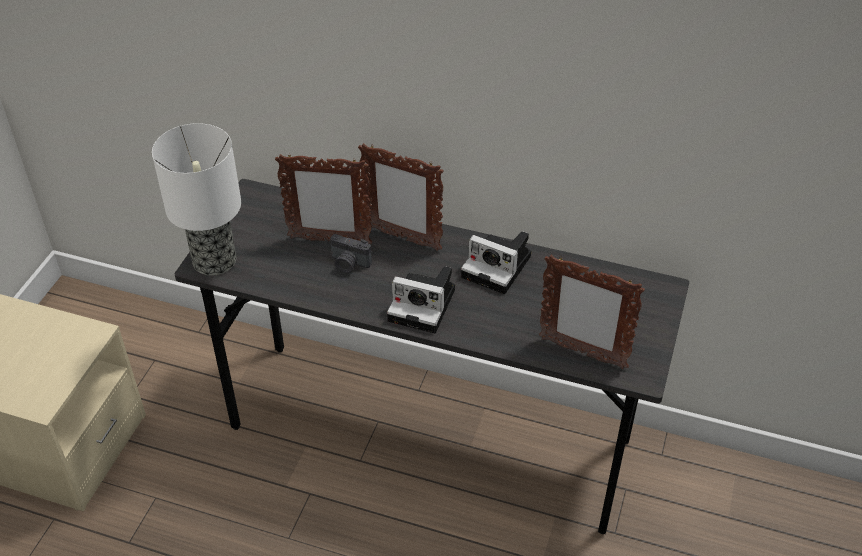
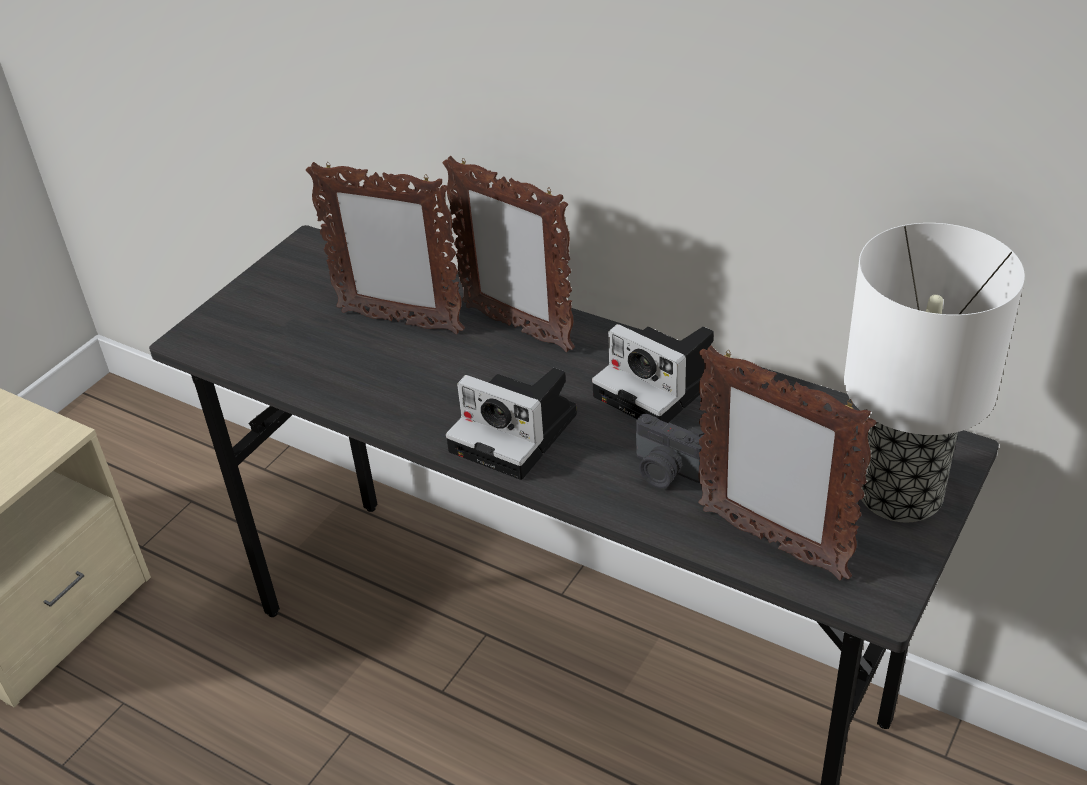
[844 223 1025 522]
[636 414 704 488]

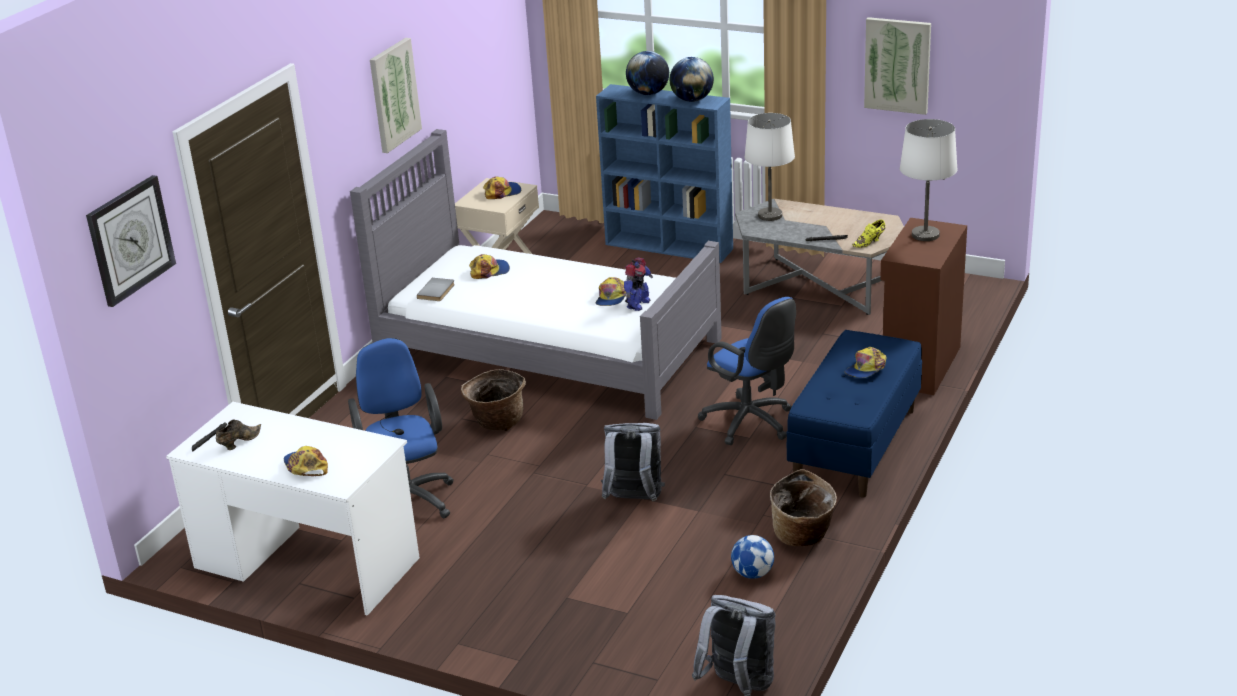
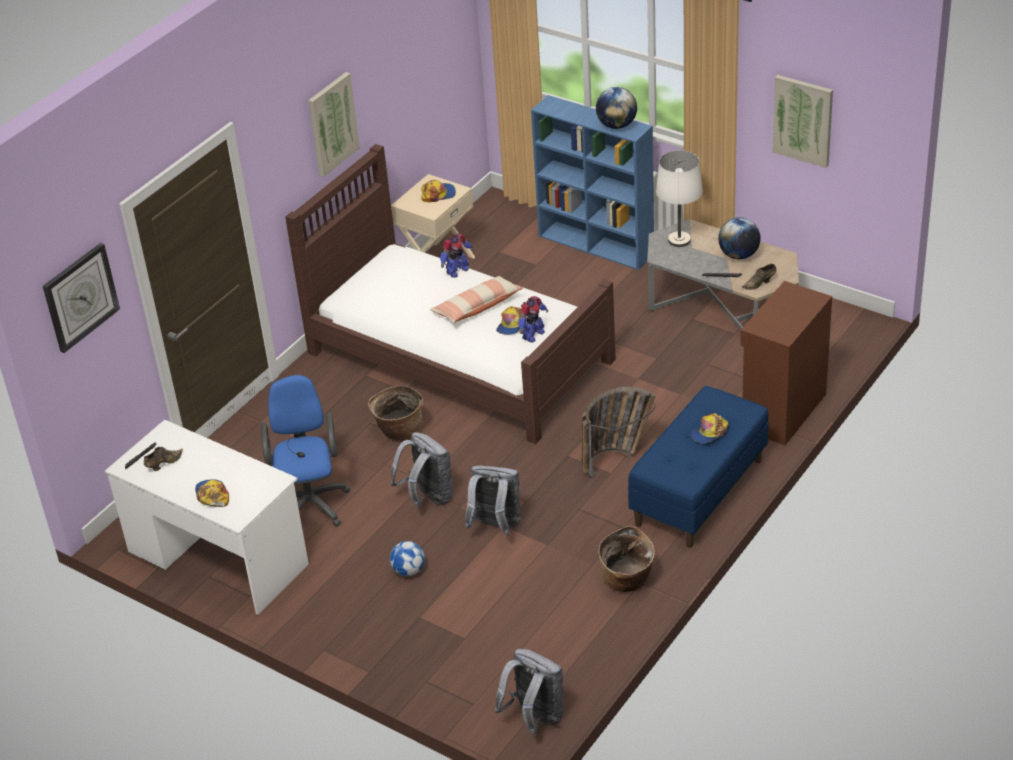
[285 144 616 444]
[417 278 455 301] (first image)
[469 254 510 279] (first image)
[718 217 761 259]
[582 387 656 479]
[390 541 425 576]
[742 264 776 290]
[900 119 958 241] (first image)
[390 432 453 508]
[430 276 523 323]
[440 233 474 278]

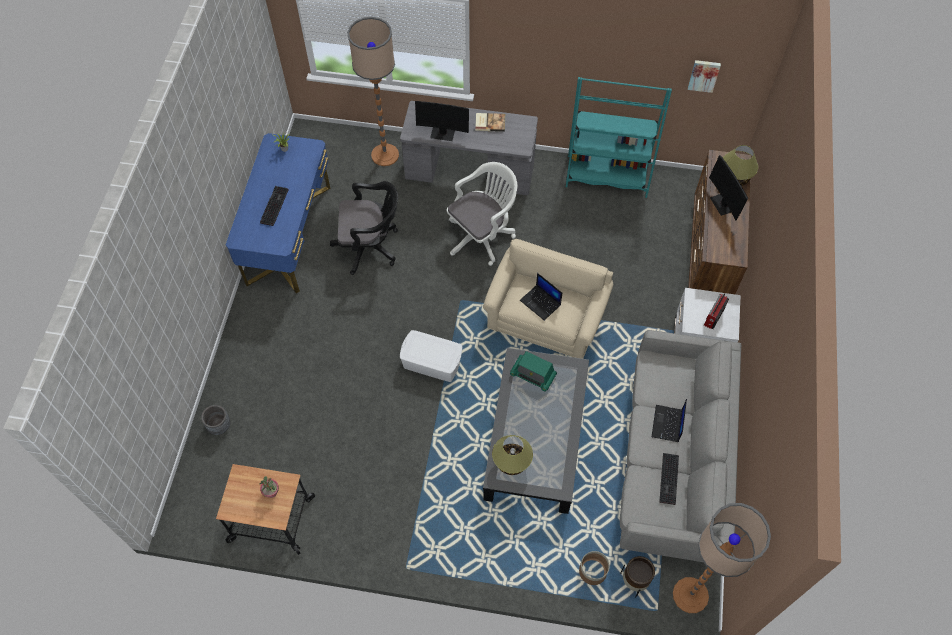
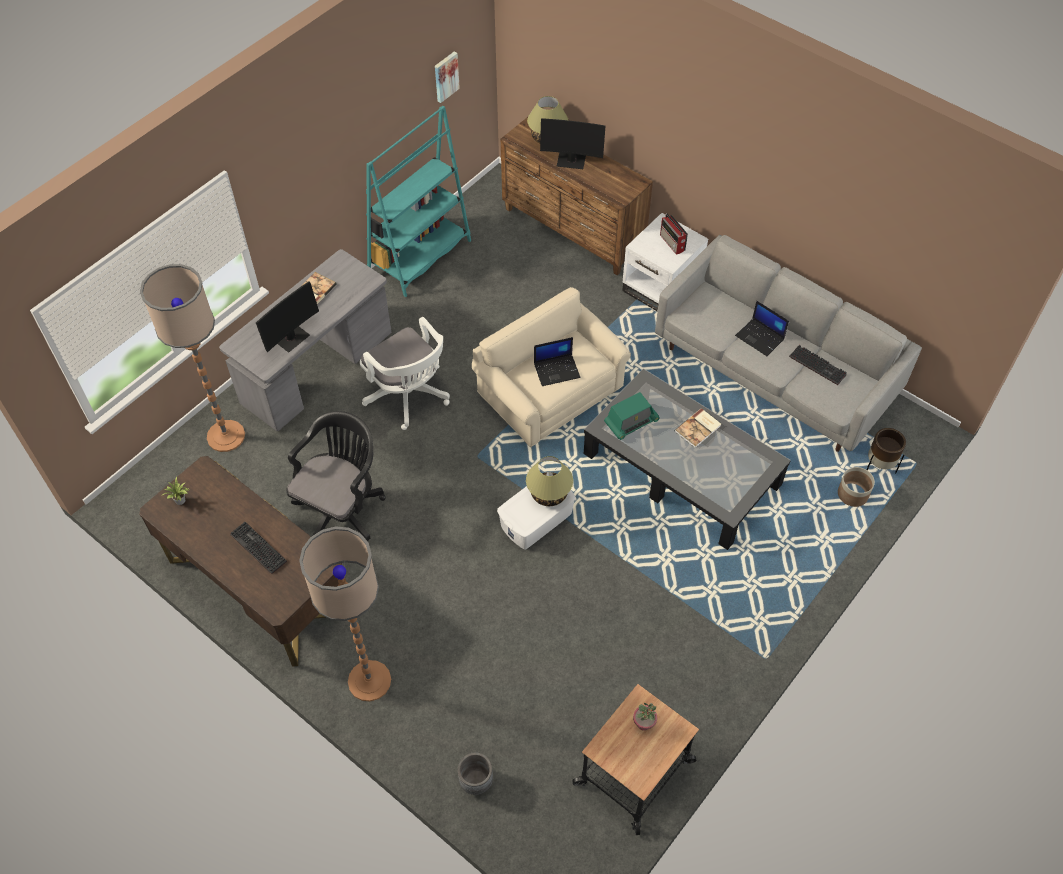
[139 456 342 667]
[360 317 450 430]
[526 456 573 506]
[299 526 391 701]
[675 408 721 448]

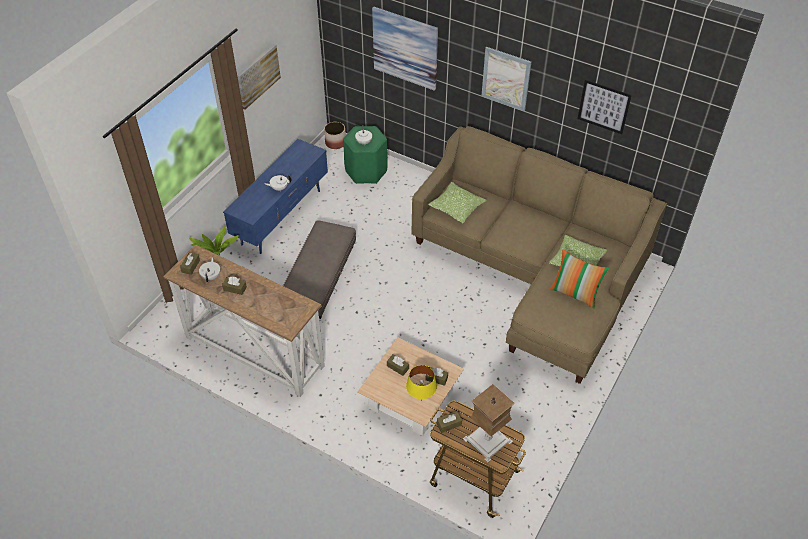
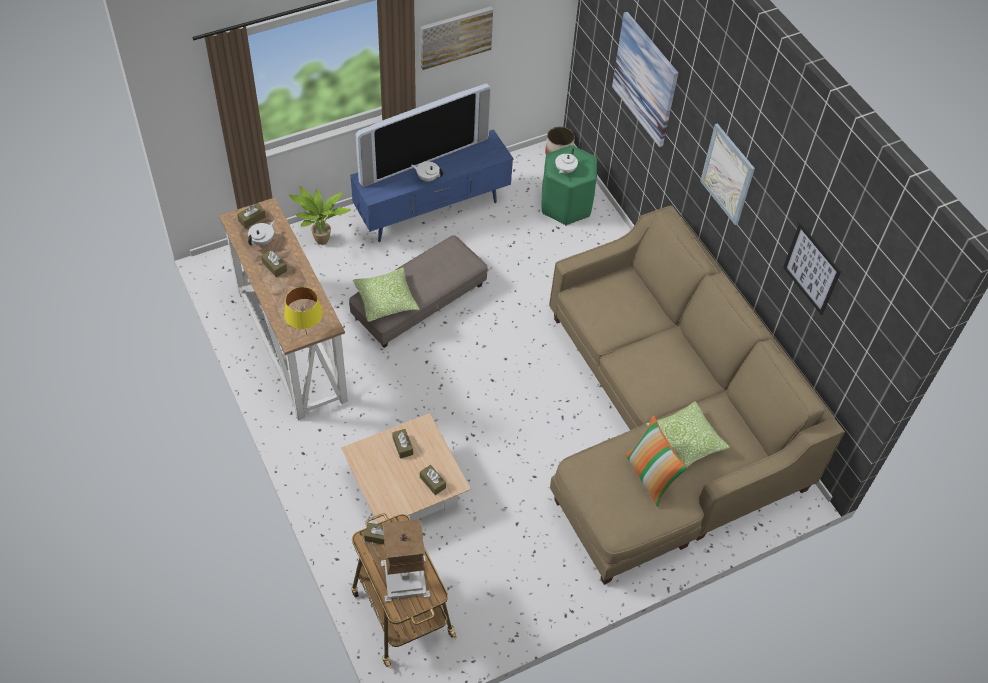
[284 287 323 335]
[353 267 420 322]
[356 83 491 187]

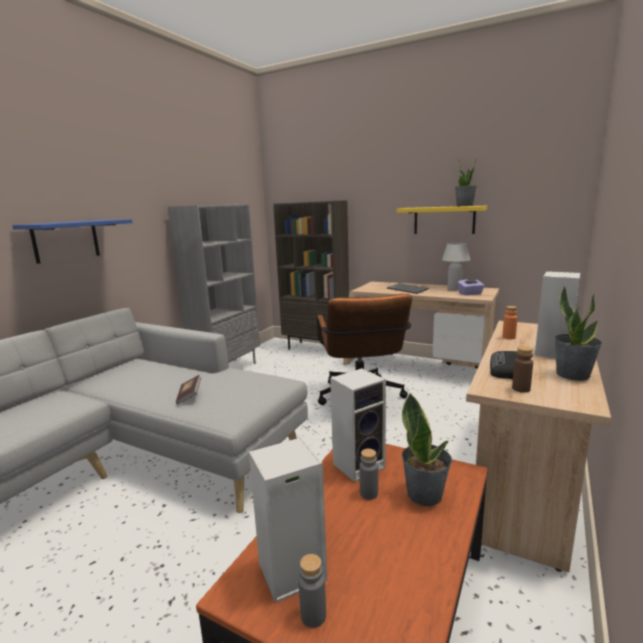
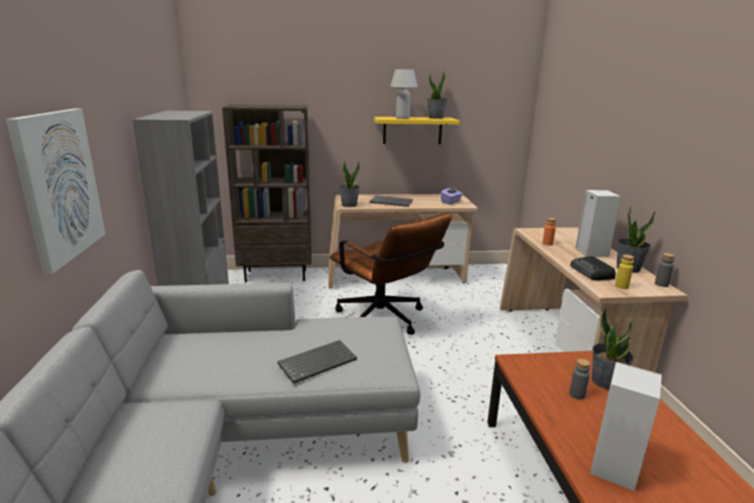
[6 109 105 274]
[277 340 357 384]
[655 253 675 287]
[330 368 386 482] (first image)
[390 69 418 119]
[615 255 634 289]
[339 161 360 207]

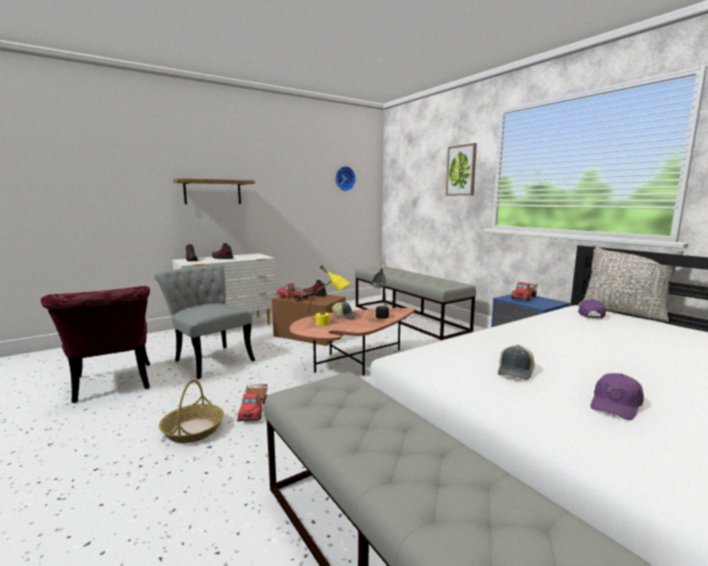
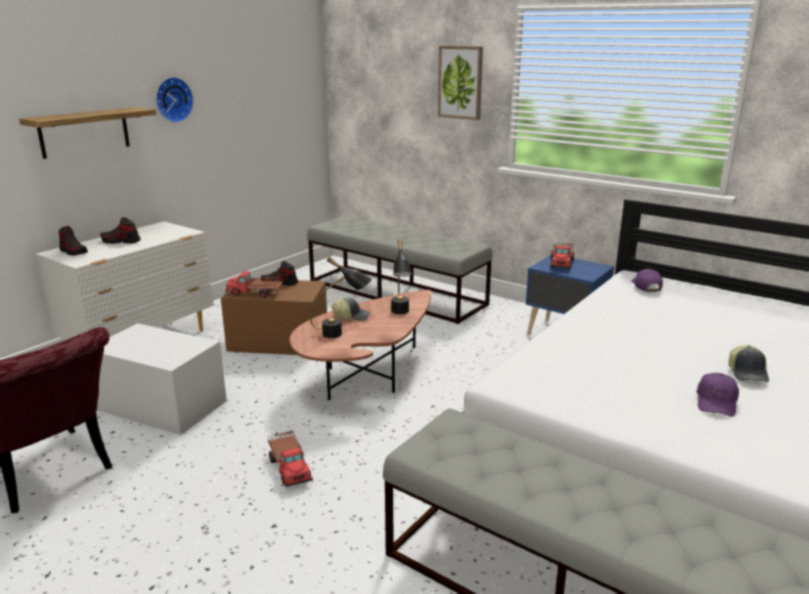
[97 323 227 435]
[159 380 224 443] (first image)
[310 257 372 338]
[156 77 194 123]
[728 345 769 382]
[578 244 684 322] (first image)

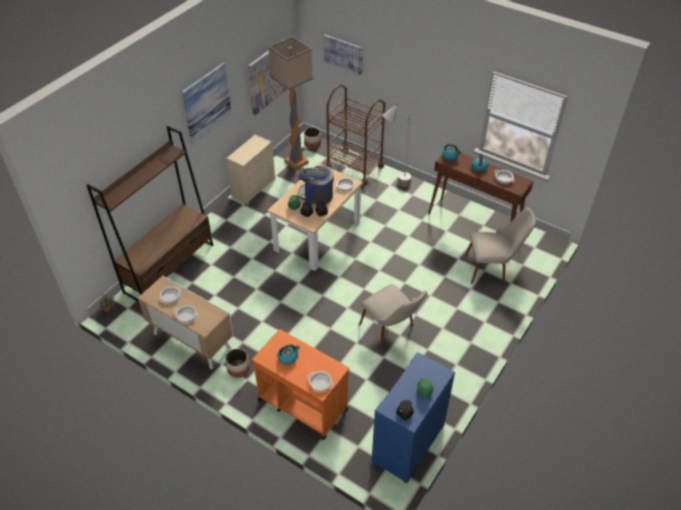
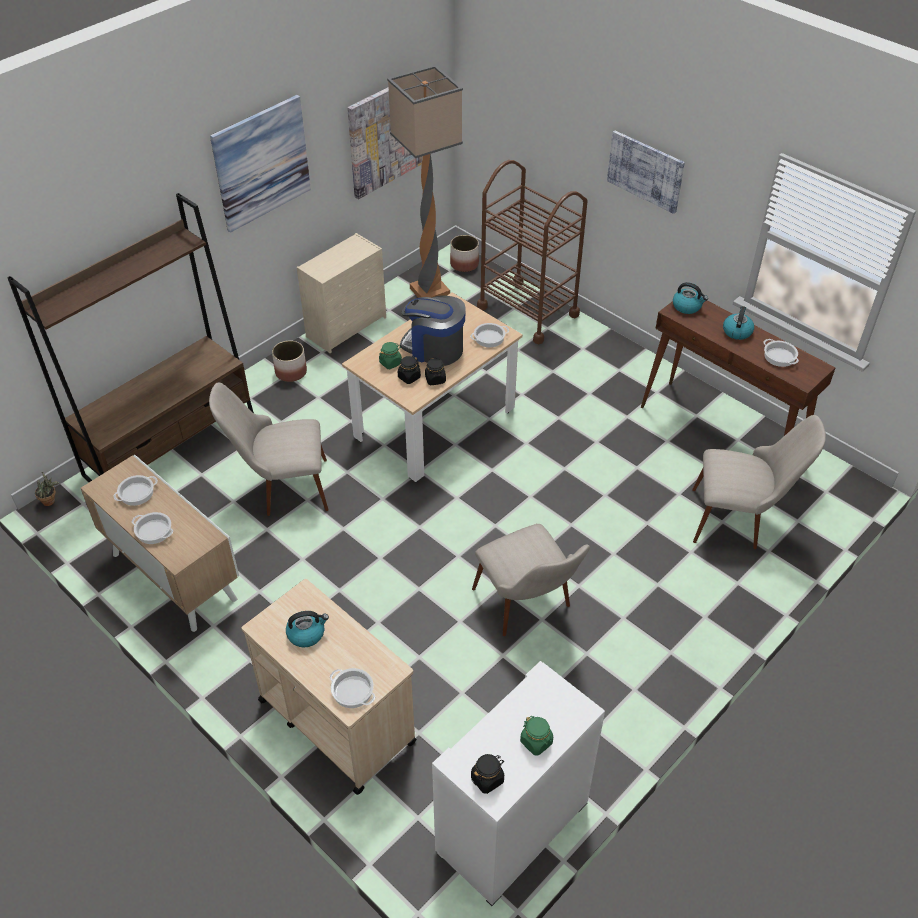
[272 340 307 382]
[242 579 417 795]
[607 131 685 214]
[432 661 605 906]
[382 105 416 187] (first image)
[209 382 329 516]

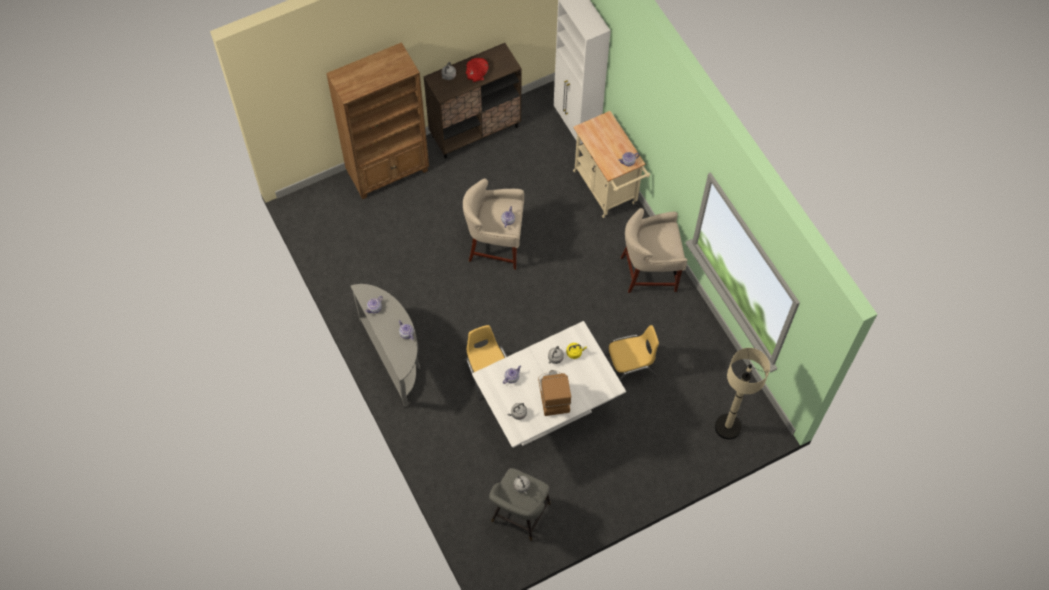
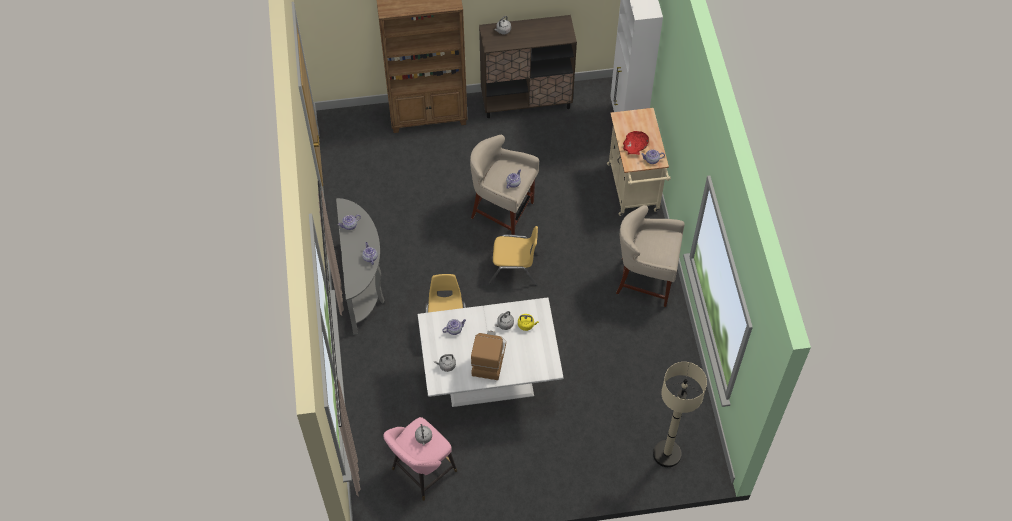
[623 131 649 155]
[383 417 457 501]
[489 226 538 285]

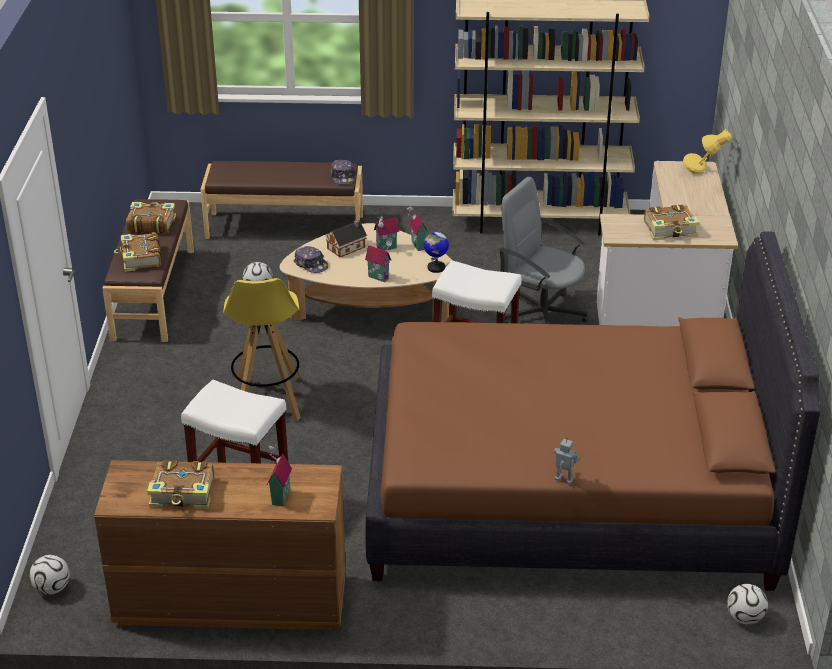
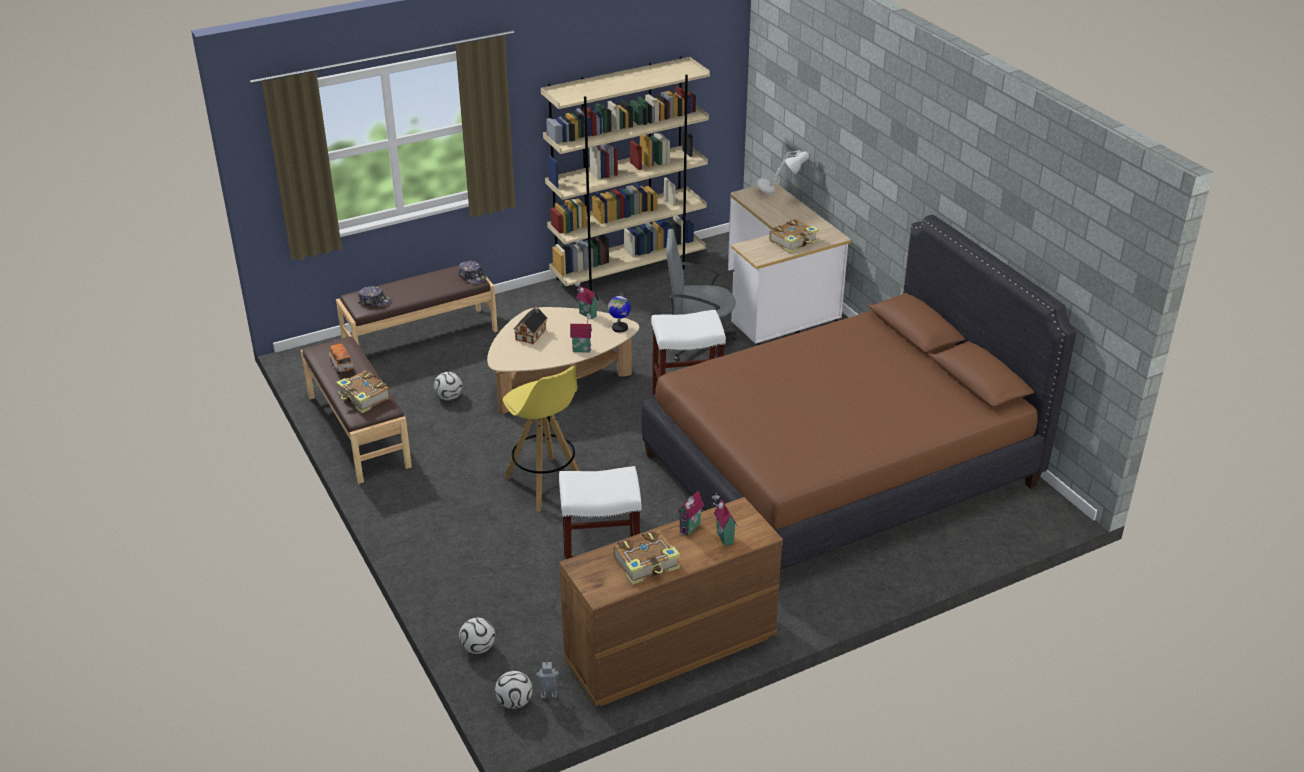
[328 344 354 374]
[358 286 391 307]
[677 491 704 536]
[537 661 559 699]
[756 150 809 195]
[459 618 495 654]

